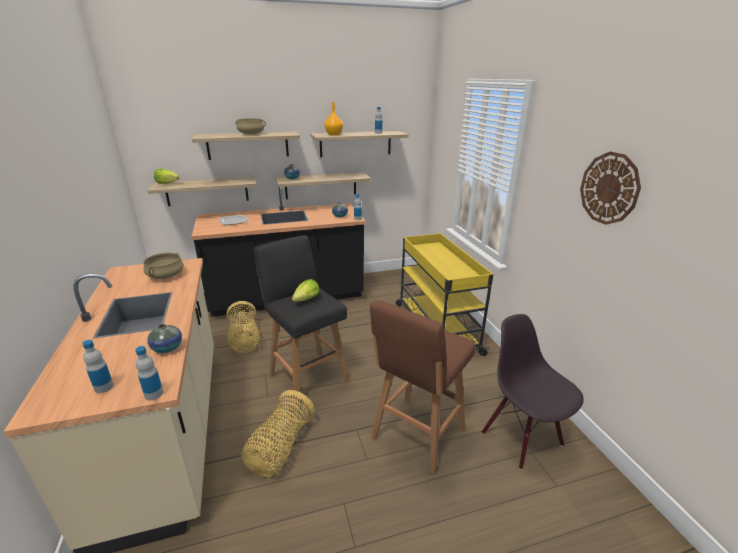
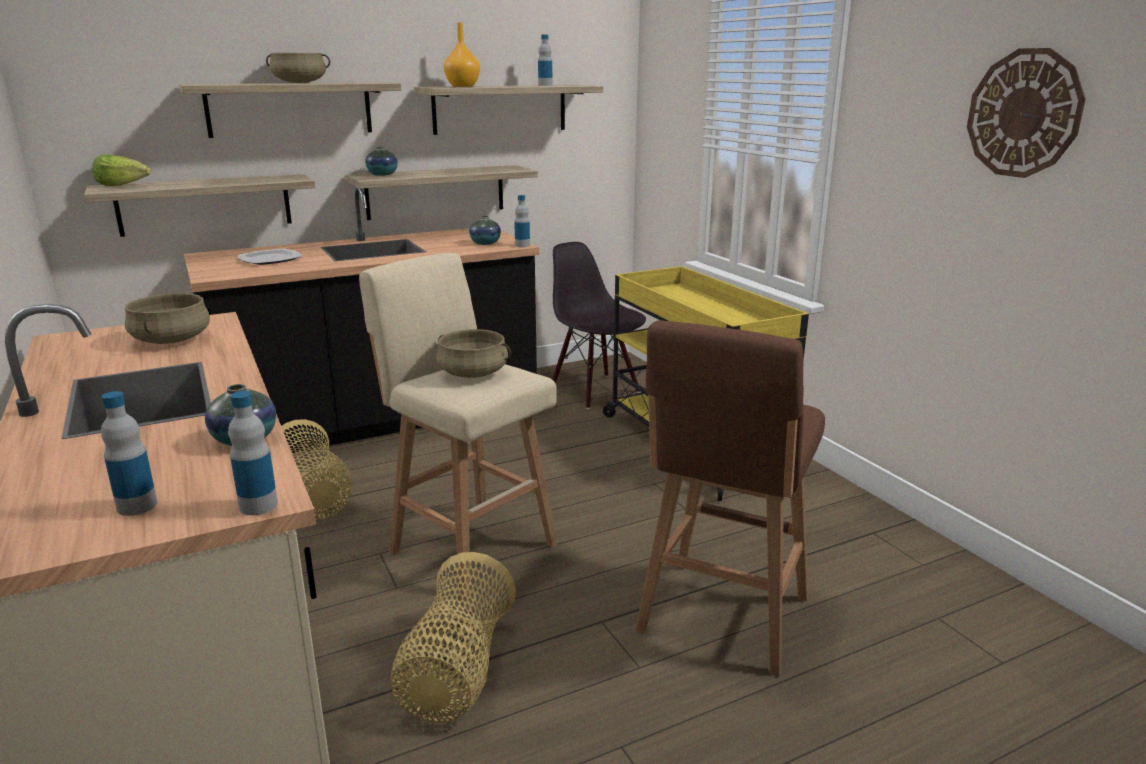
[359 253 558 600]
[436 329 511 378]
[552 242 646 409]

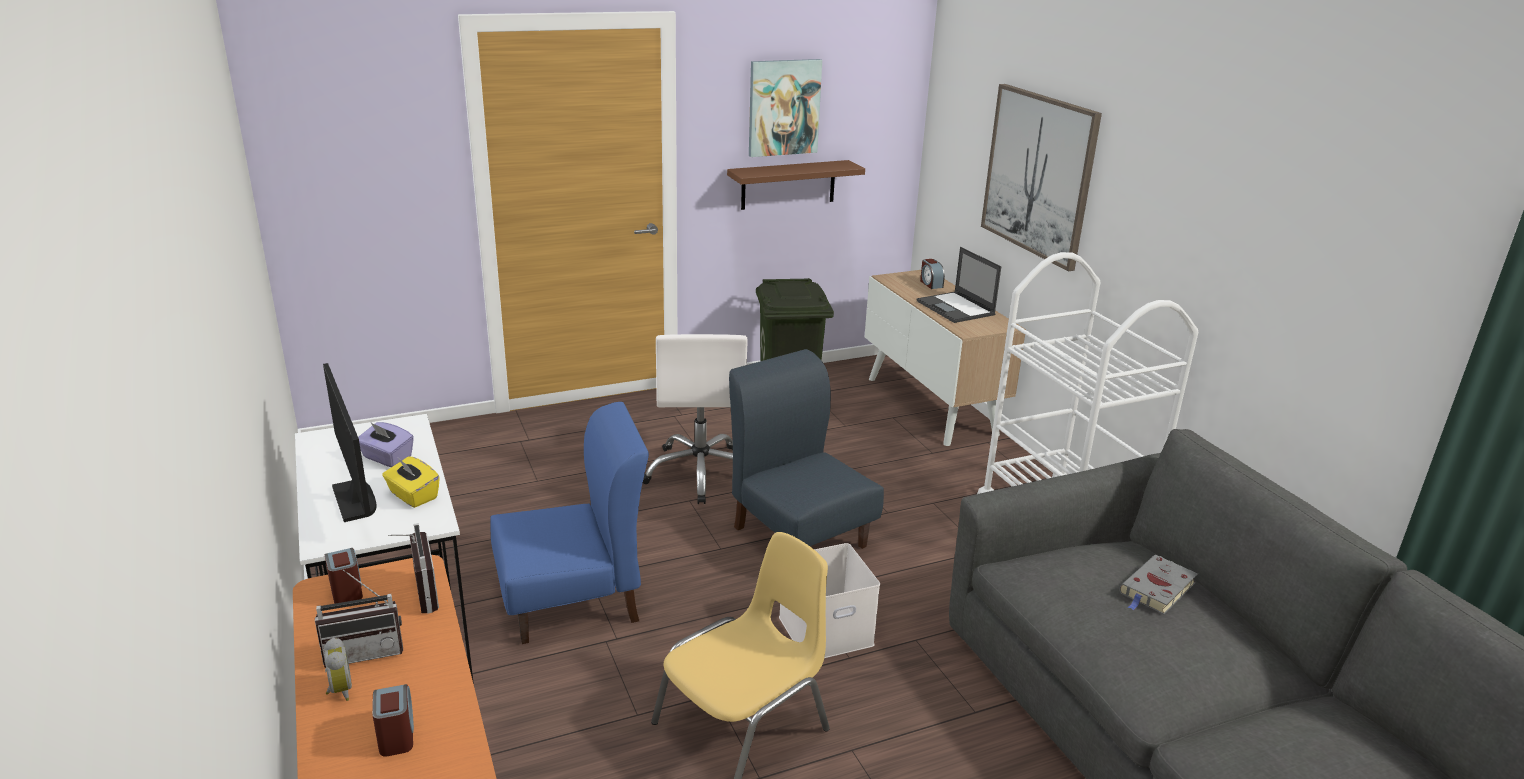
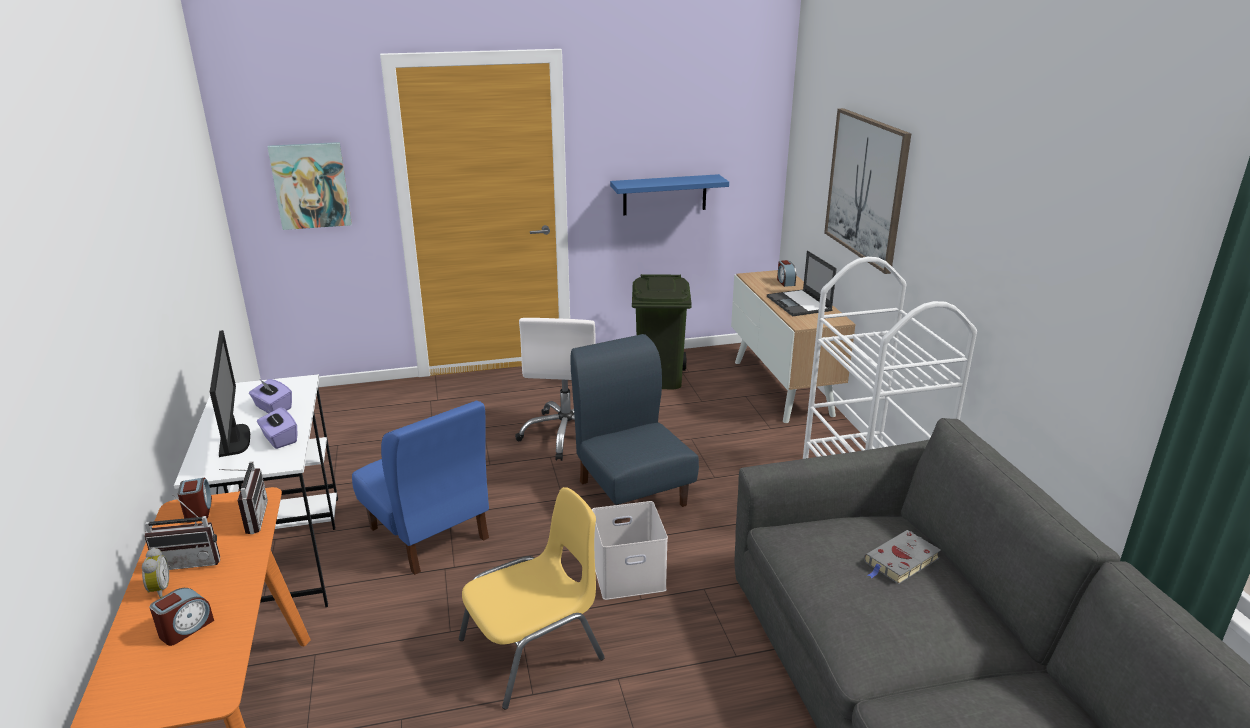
[150 588 214 646]
[257 408 297 449]
[352 400 489 575]
[610 174 729 215]
[268 142 352 230]

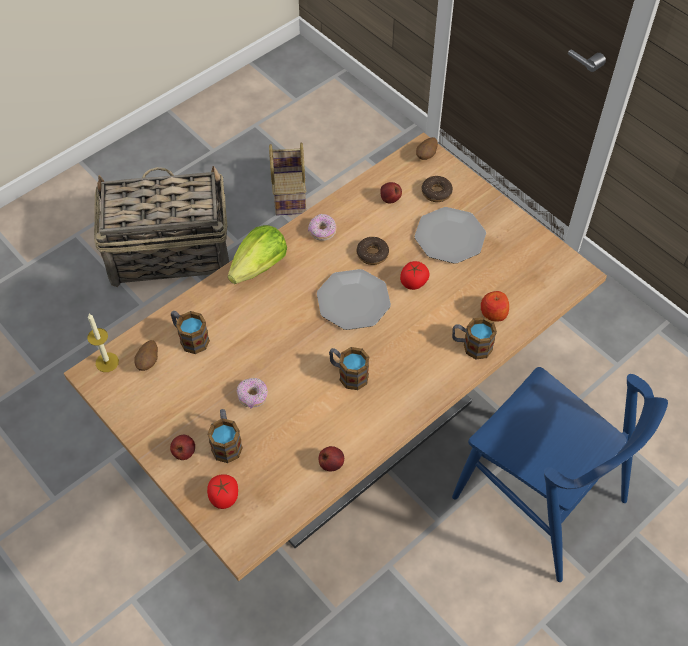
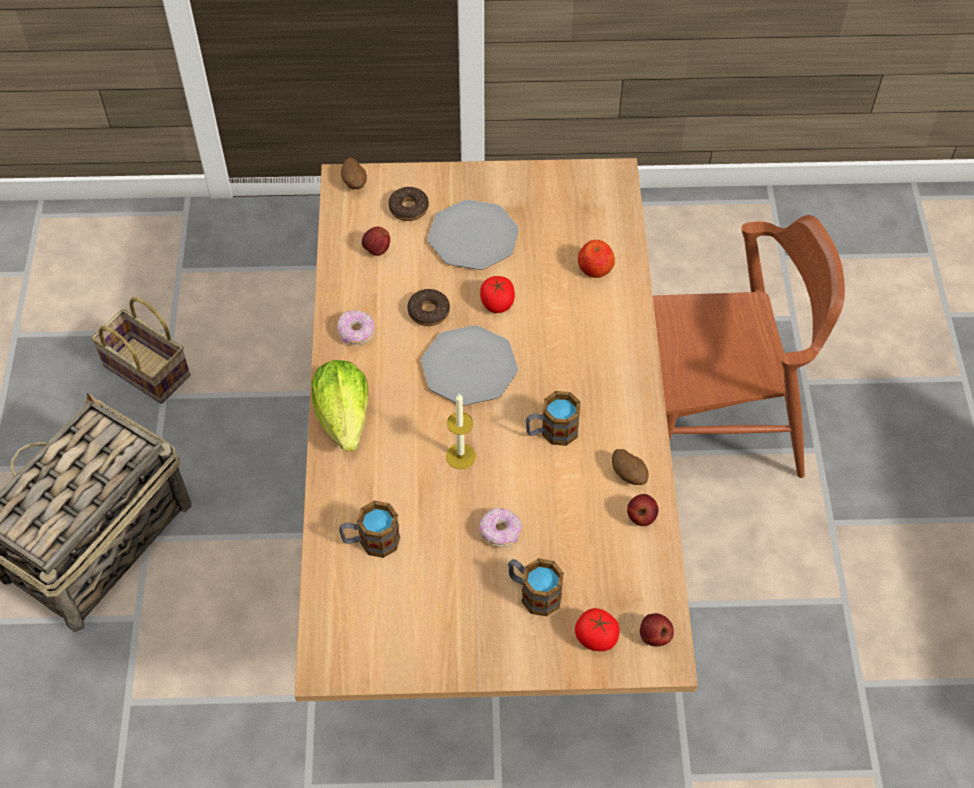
[446 394 476 469]
[612 449 649 485]
[640 613 674 646]
[452 317 497 360] (first image)
[653 215 845 478]

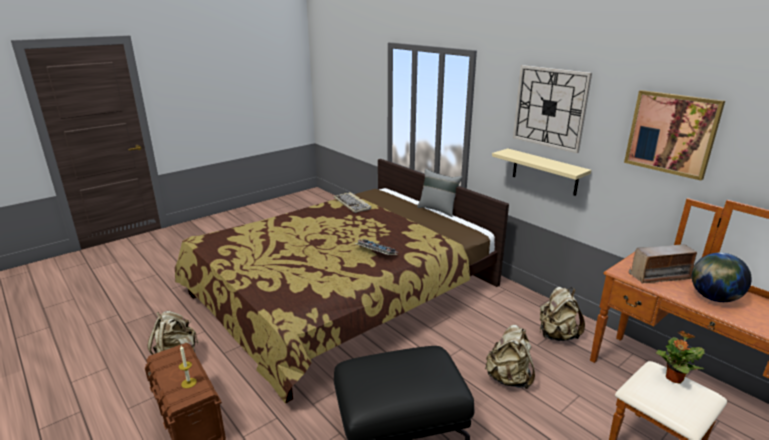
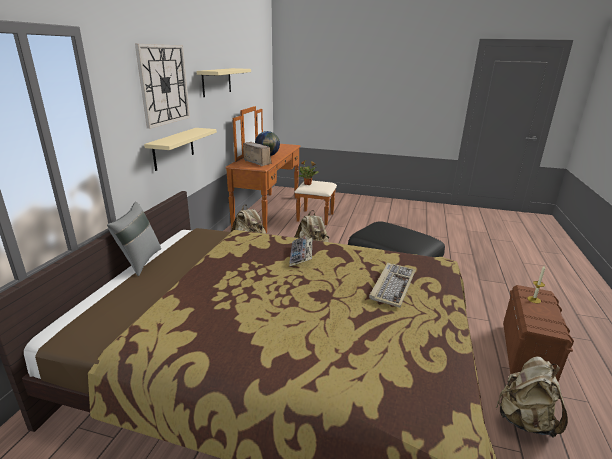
[369 263 415 307]
[196 68 251 97]

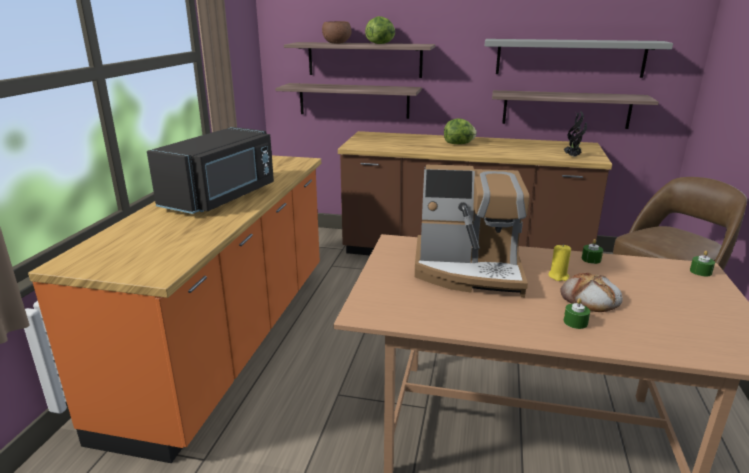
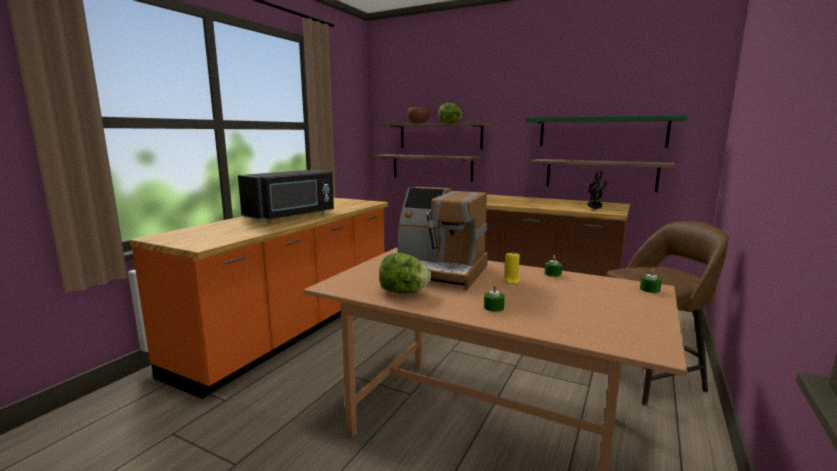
[379 253 431 293]
[526 115 687 148]
[561 272 623 312] (first image)

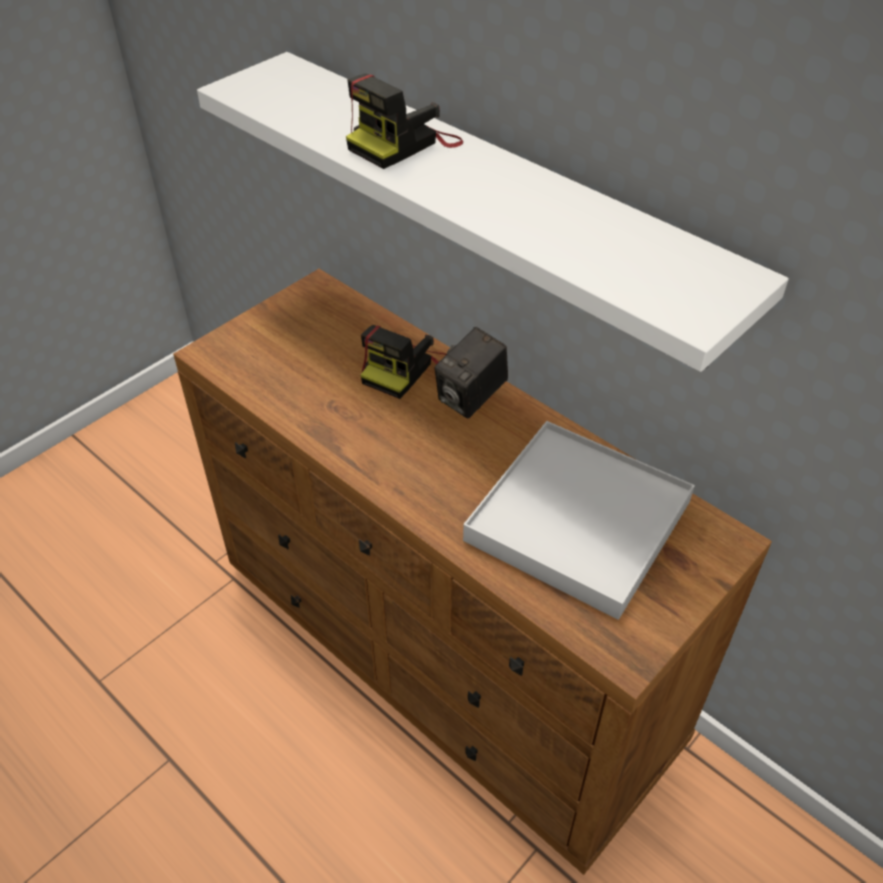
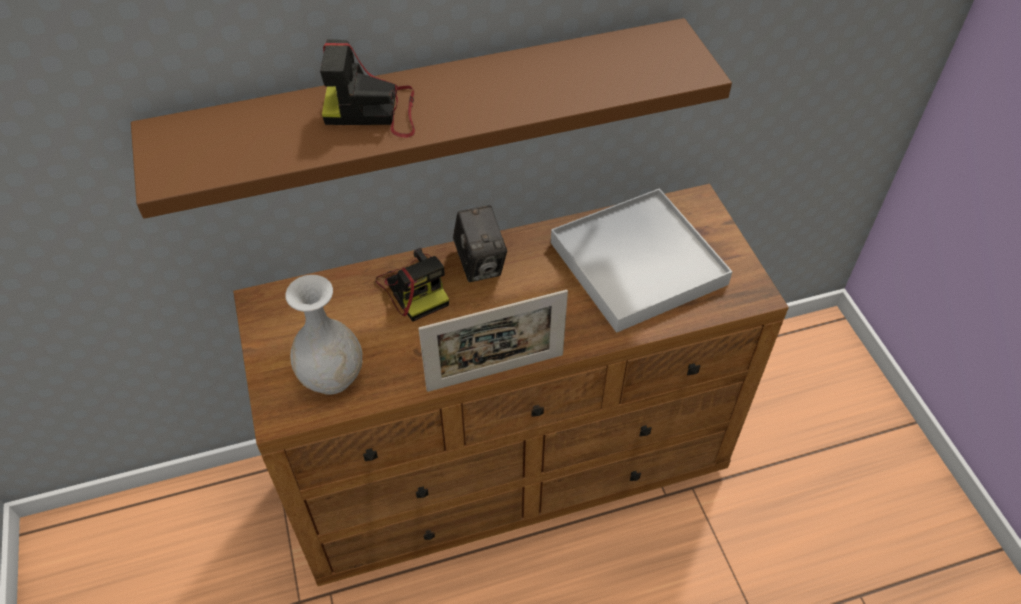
[131 18 732 219]
[320 39 415 138]
[285 275 363 395]
[418 290 568 392]

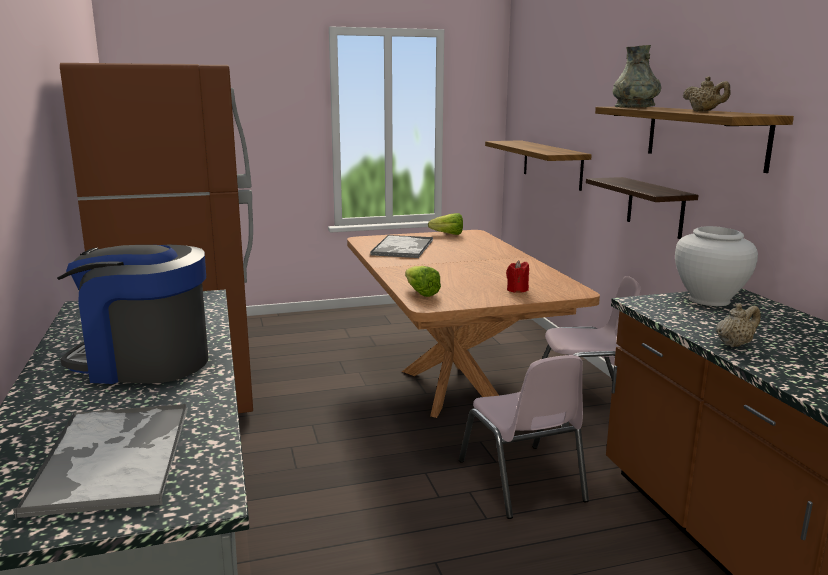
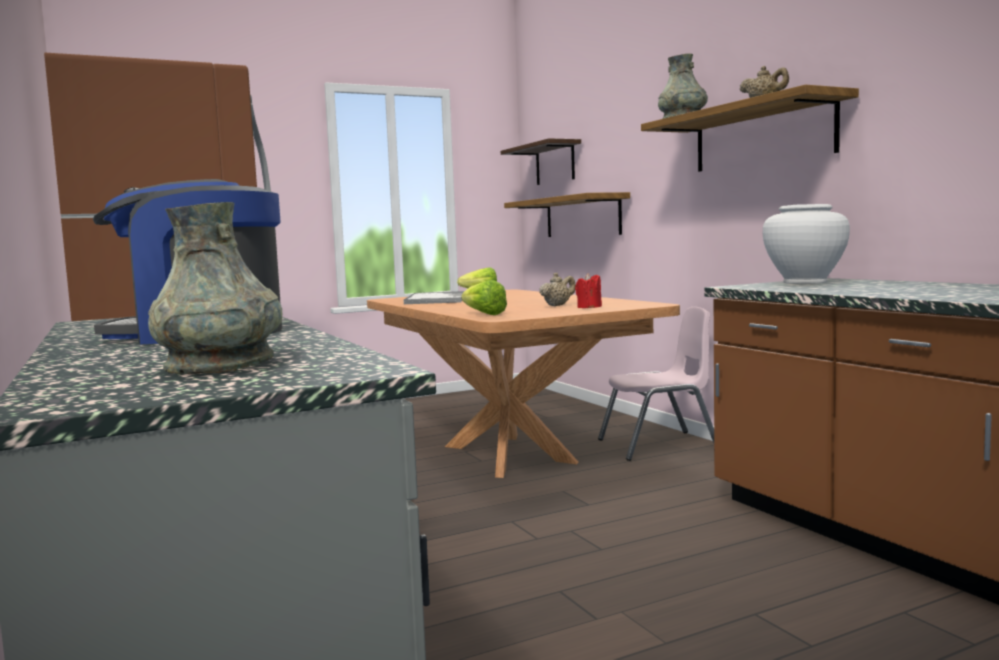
[148 202 282 374]
[459 355 589 519] (first image)
[501 138 581 185]
[539 272 576 306]

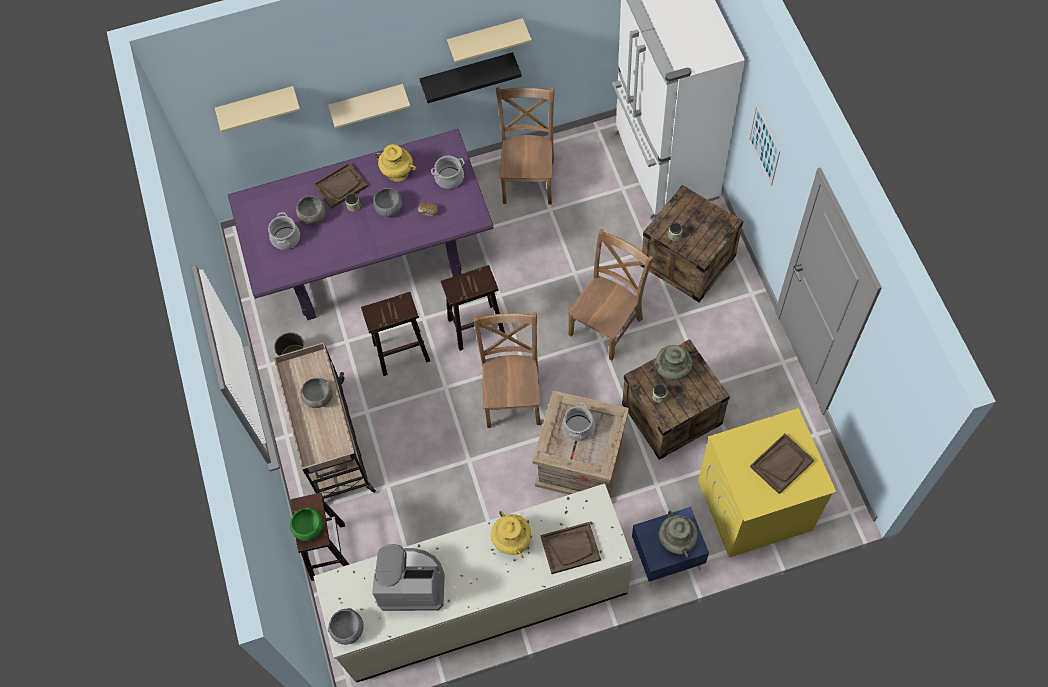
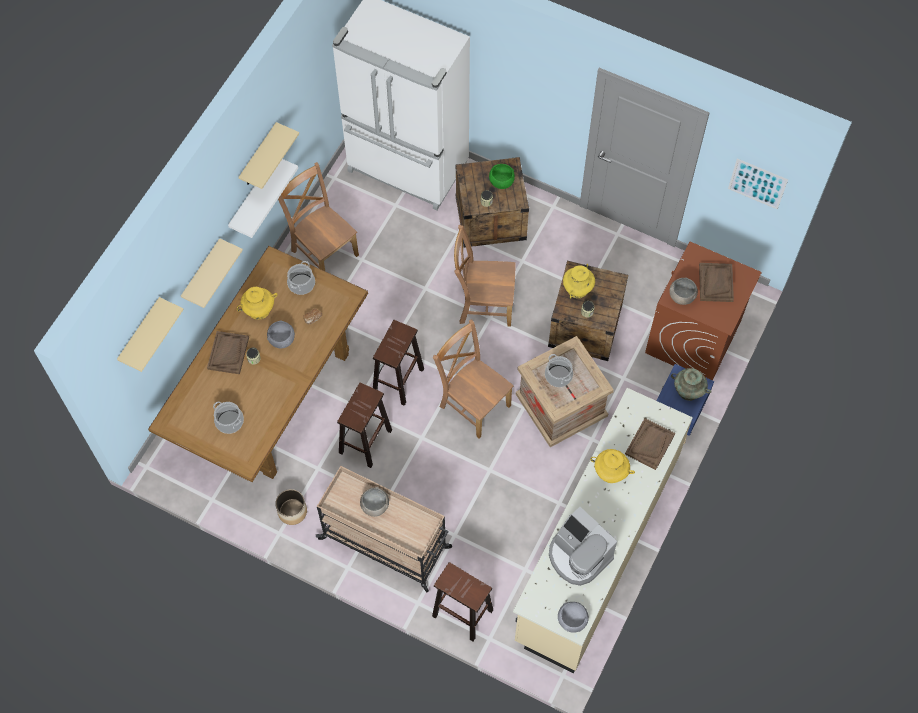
[148 246 368 482]
[489 164 515 189]
[669 277 698 305]
[549 507 617 586]
[228 159 298 238]
[454 225 516 327]
[563 264 595 298]
[645 242 762 380]
[728 159 788 209]

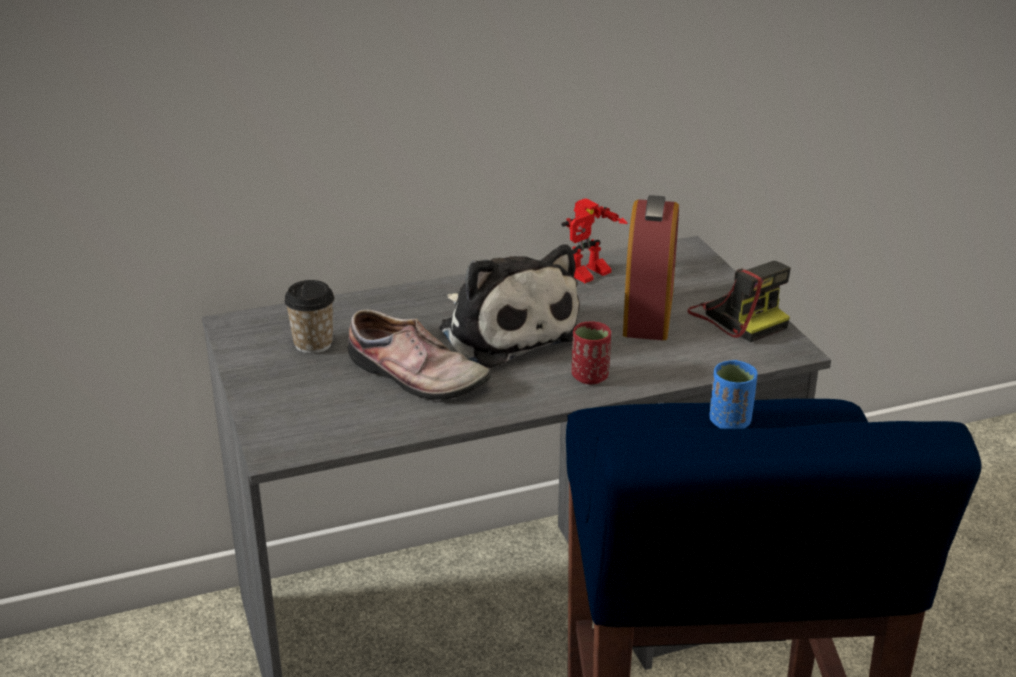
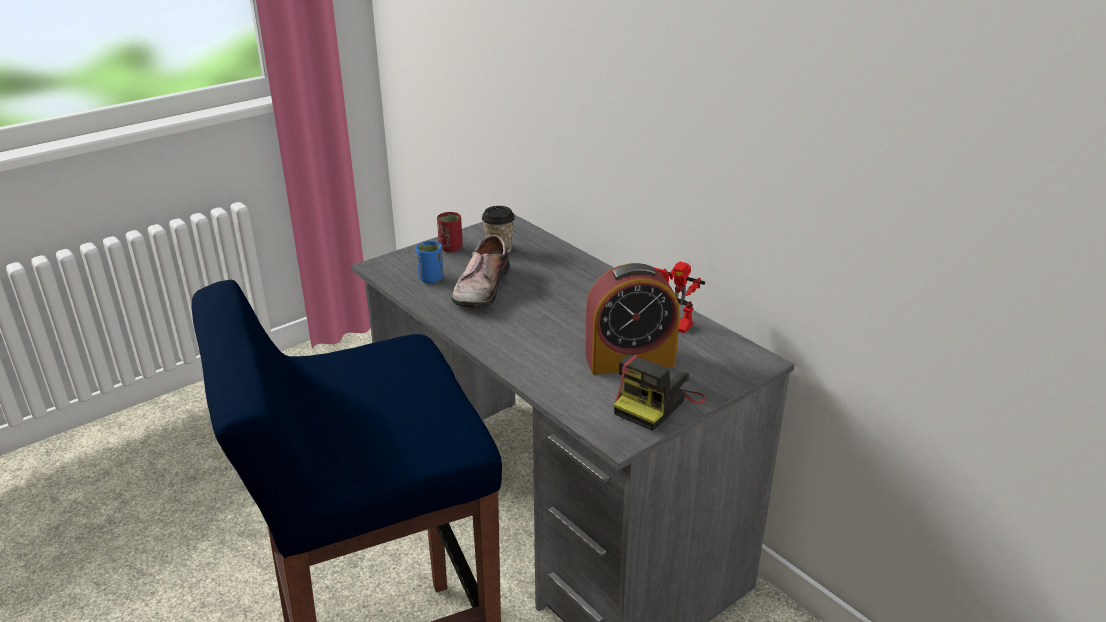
[439 244 580 368] (first image)
[437 212 463 252]
[416 241 444 283]

